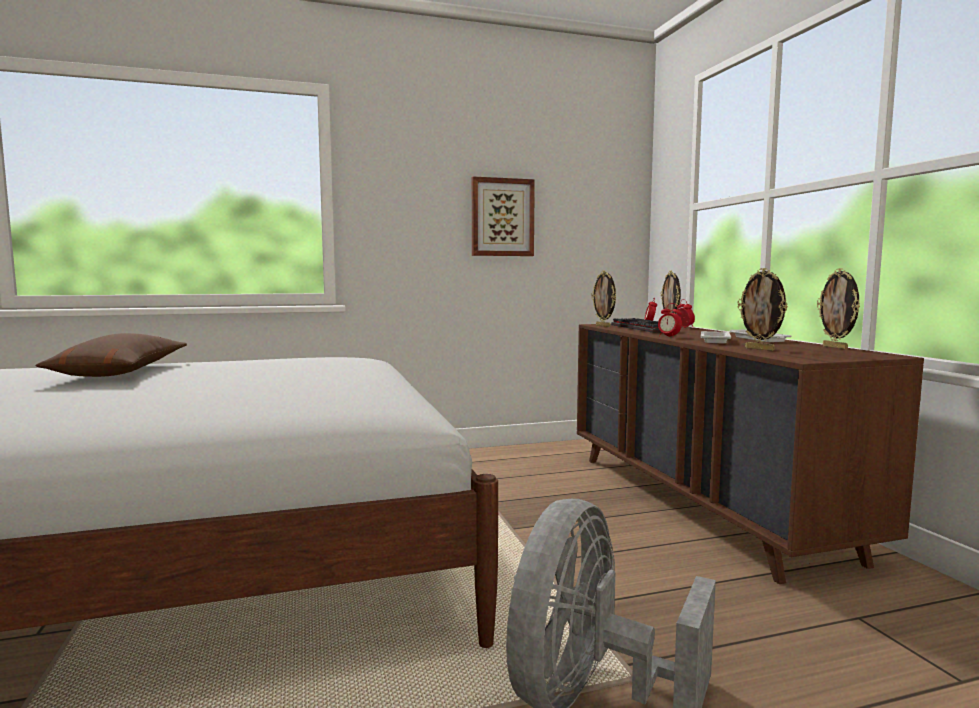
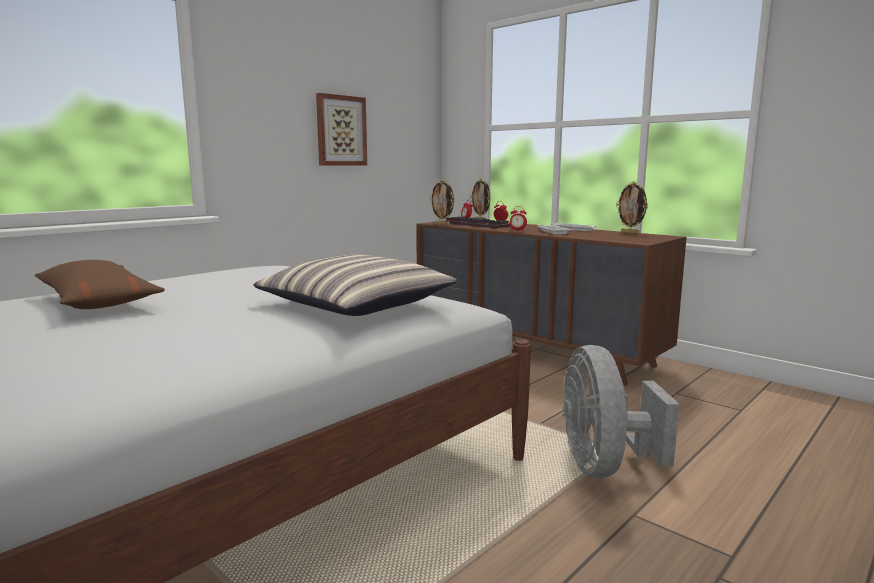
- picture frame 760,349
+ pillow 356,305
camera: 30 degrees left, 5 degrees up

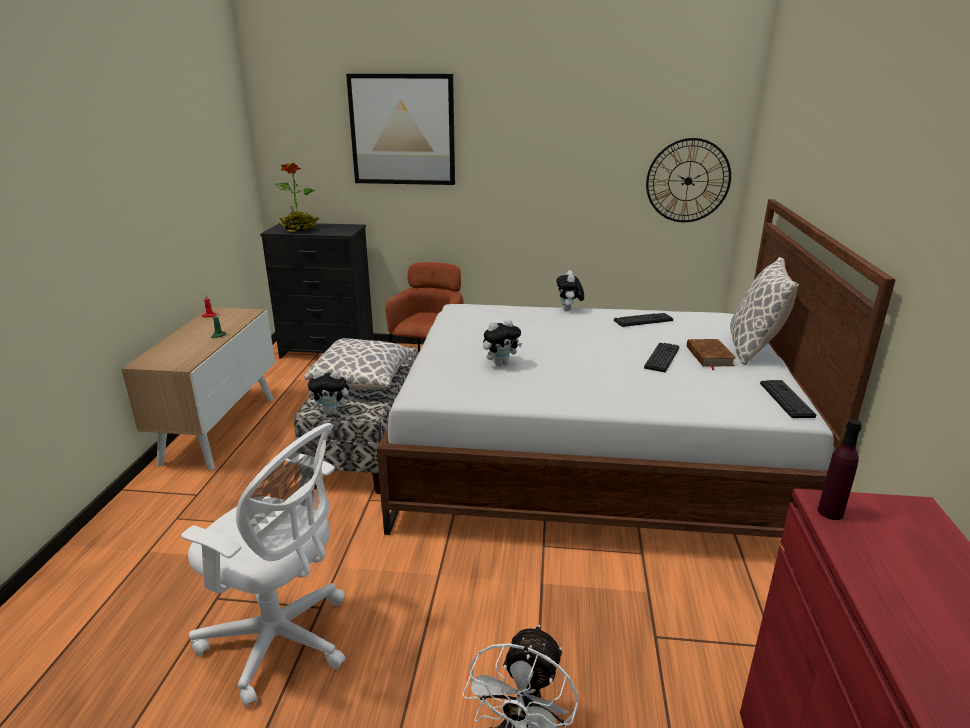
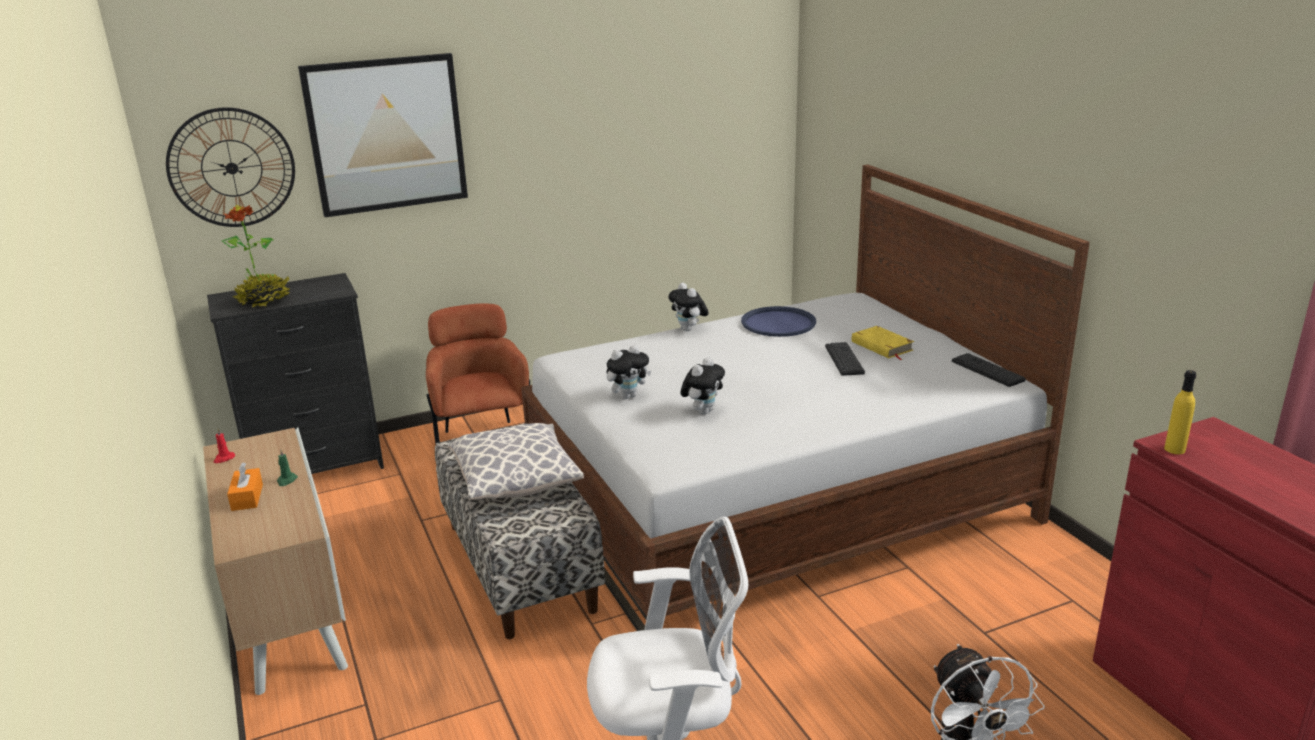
- pillow 754,349
+ orange tissue box 247,497
~ plush toy 332,412 to 628,396
~ wall clock 688,181 to 232,168
~ keyboard 643,320 to blue tray 778,323
~ brown book 709,356 to yellow book 882,346
~ purple bottle 830,512 to yellow bottle 1174,449
camera: 30 degrees left, 0 degrees up

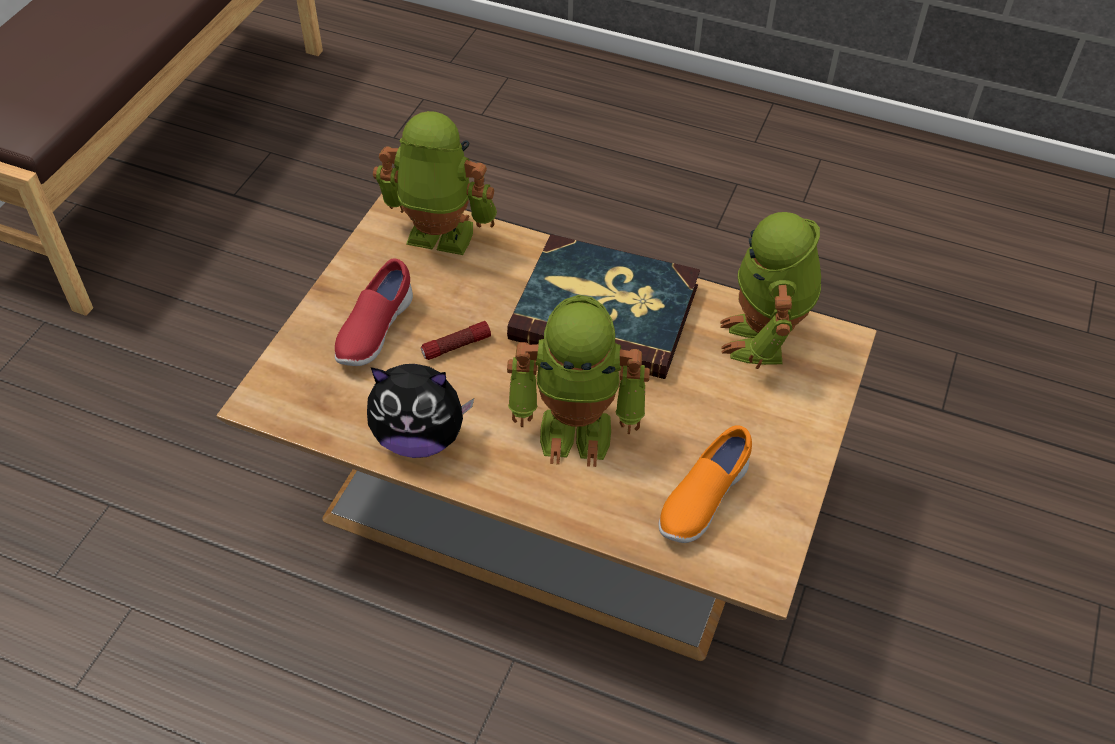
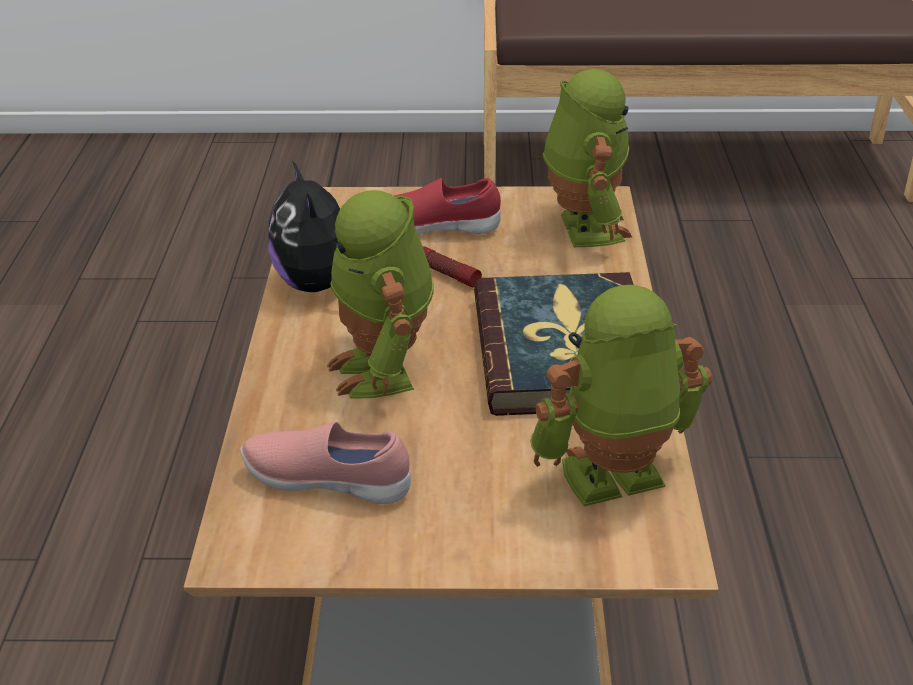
~ orange shoe 702,500 to pink shoe 328,481
camera: 70 degrees right, 15 degrees down

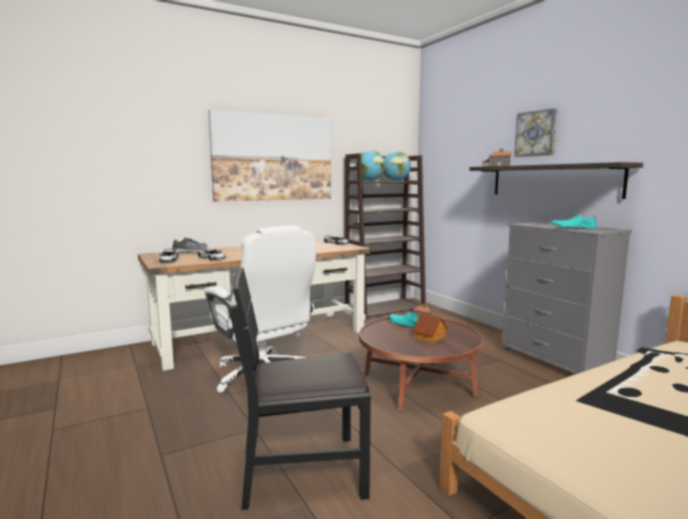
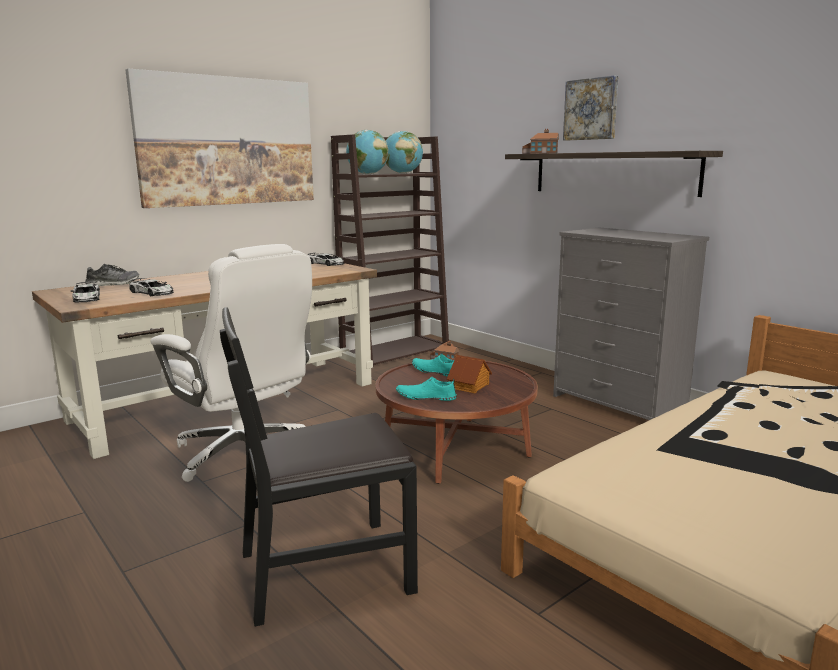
~ turquoise shoe 572,228 to 426,397
camera: 10 degrees left, 5 degrees up

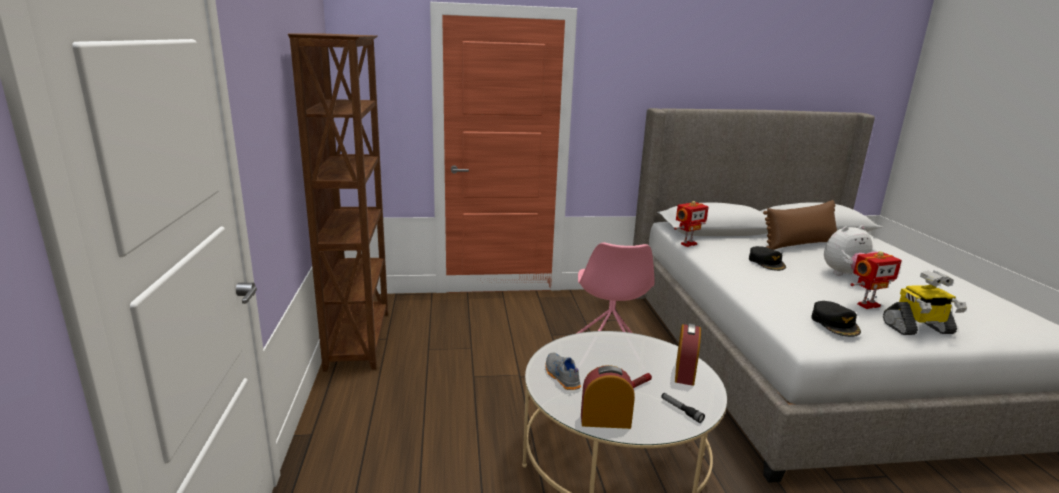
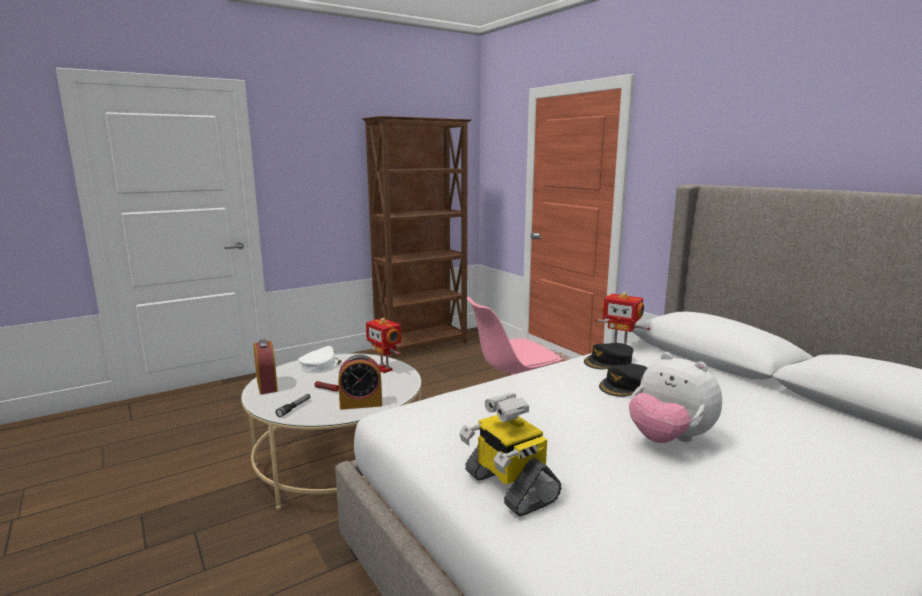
- brown pillow 800,244
~ black cap 835,323 to 608,361
~ toy robot 867,305 to 384,369
~ grey shoe 561,377 to white cap 321,365
camera: 65 degrees right, 5 degrees down

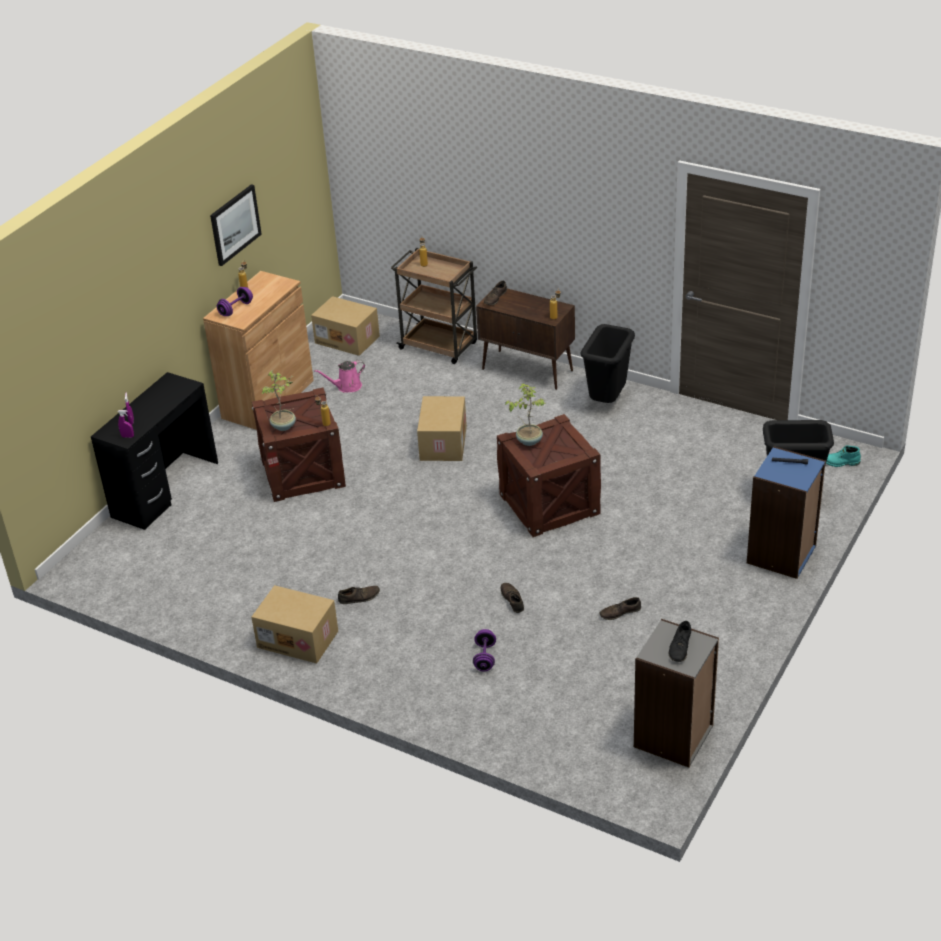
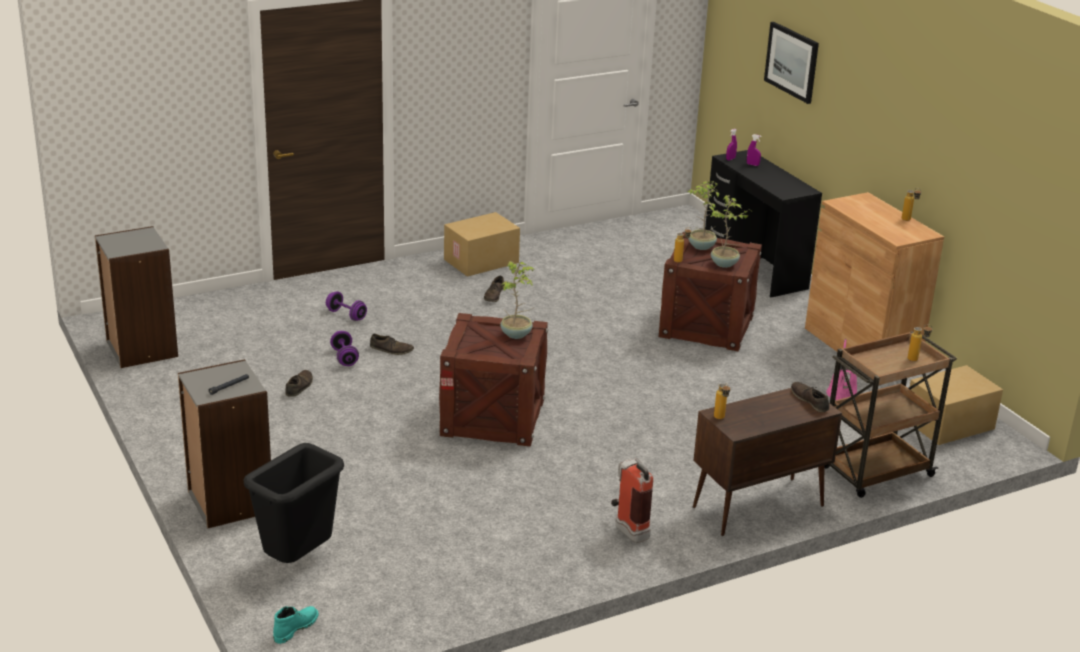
- cardboard box 442,442
- black shoe 680,647
+ potted plant 724,264
~ picture 235,224 to 792,62
~ purple dumbbell 236,309 to 344,357
~ black trash can 607,401 to fire extinguisher 627,529
~ blue bookcase 782,555 to grey bookcase 229,502
camera: 120 degrees right, 10 degrees down

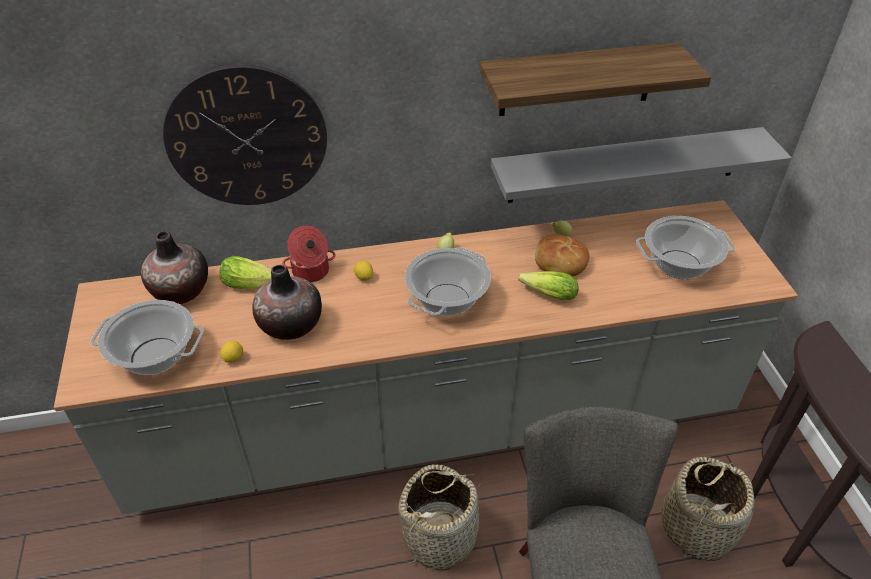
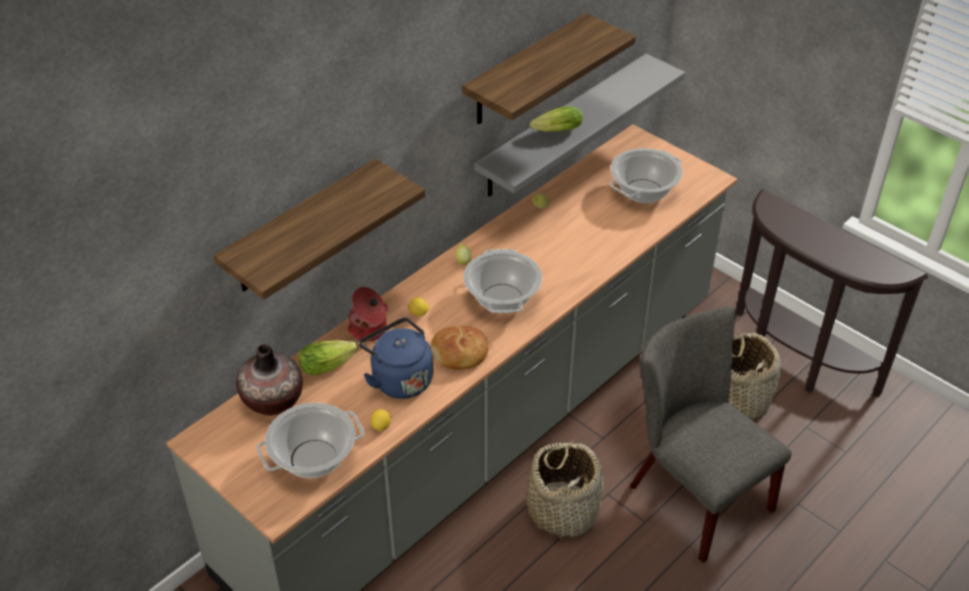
~ lettuce 546,294 to 555,131
~ bread 560,263 to 460,354
~ wall clock 247,138 to shelf 301,228
~ vase 290,325 to blue kettle 399,379
camera: 35 degrees left, 0 degrees up

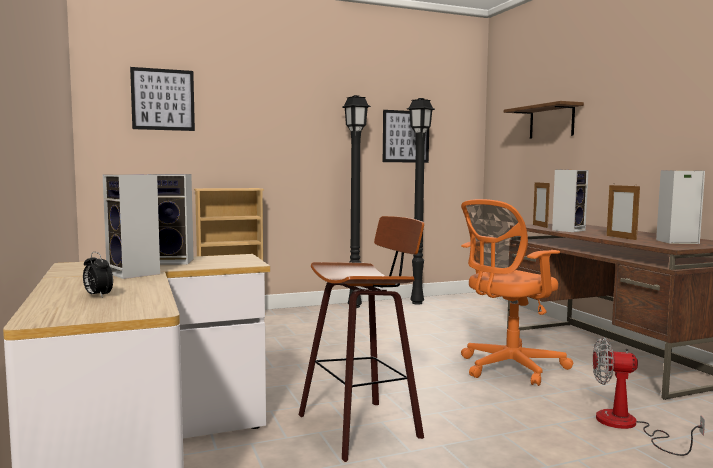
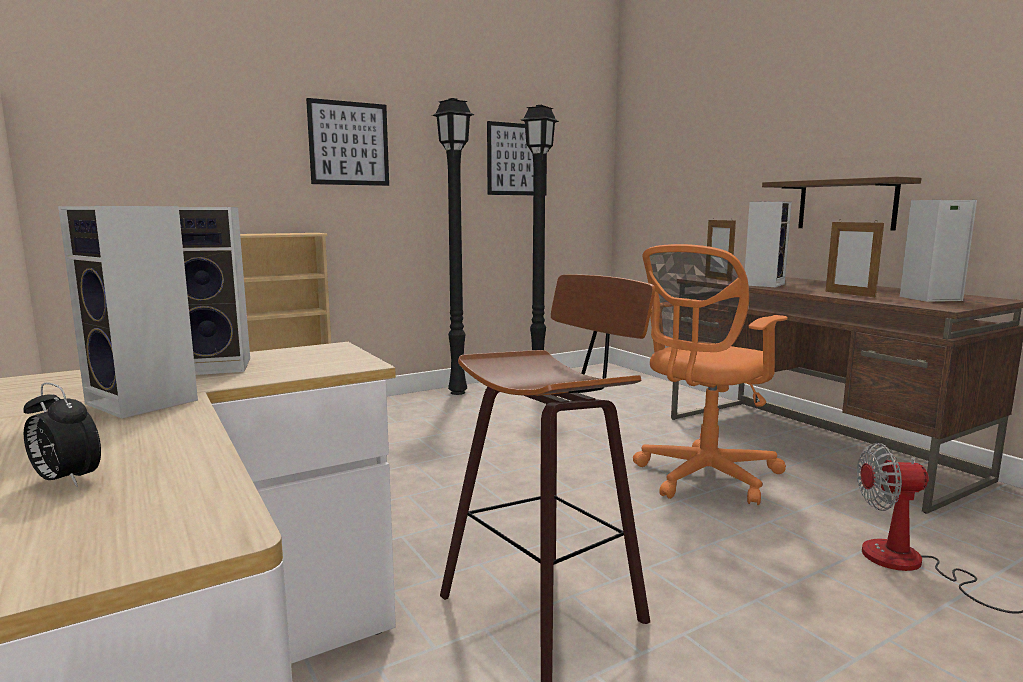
~ picture 163,99 to 349,143
~ shelf 551,121 to 846,205
camera: 10 degrees left, 5 degrees up

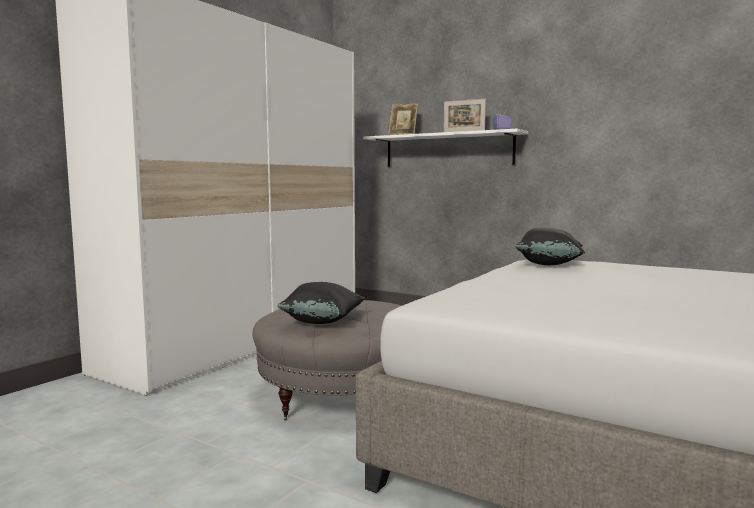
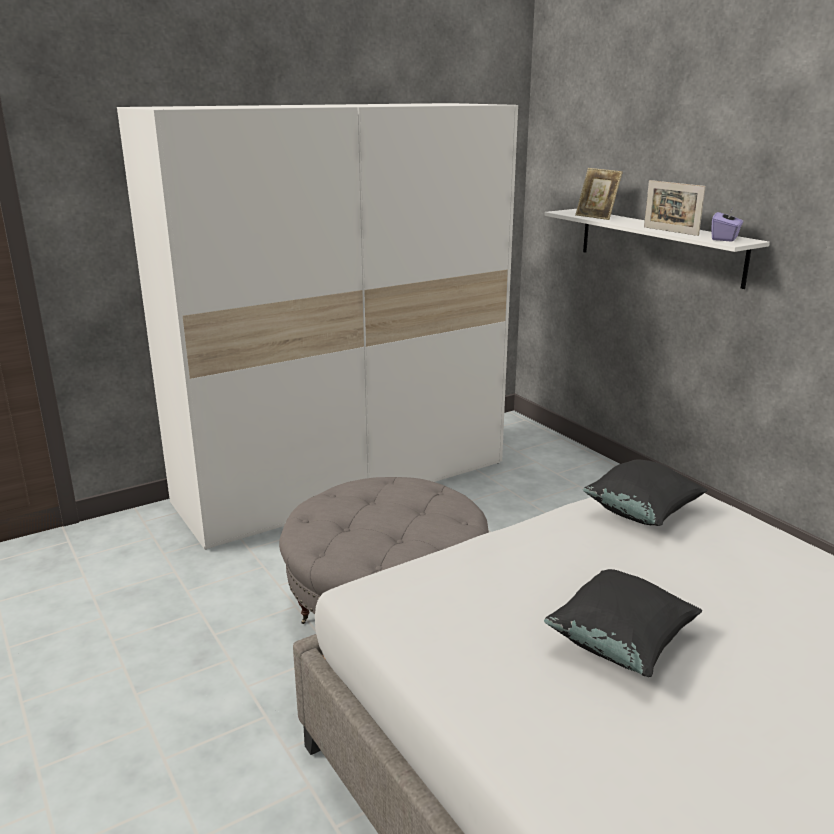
~ black pillow 323,322 to 619,644
camera: 25 degrees right, 15 degrees up

